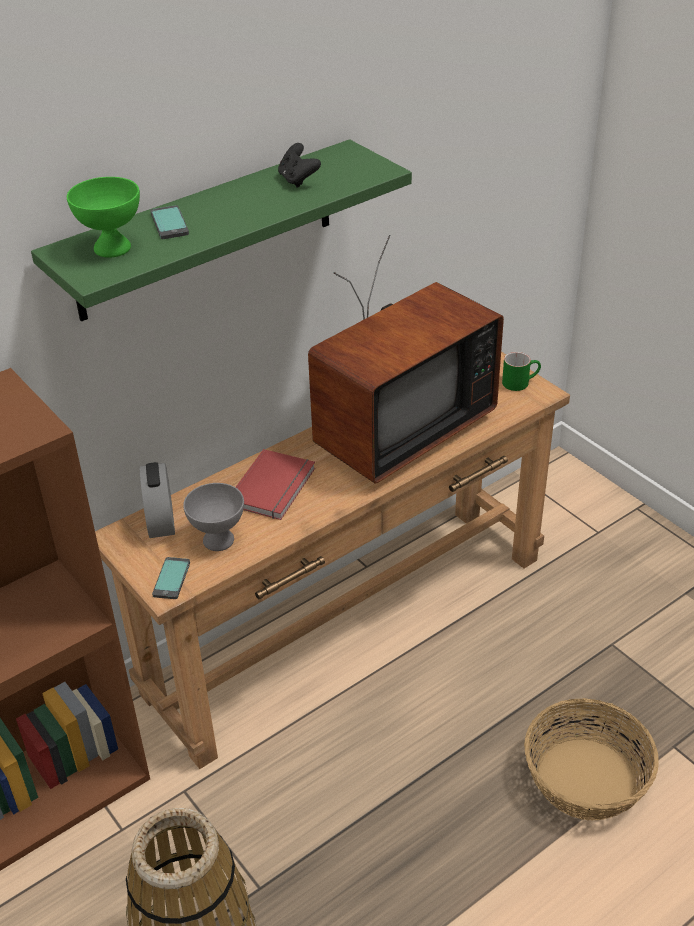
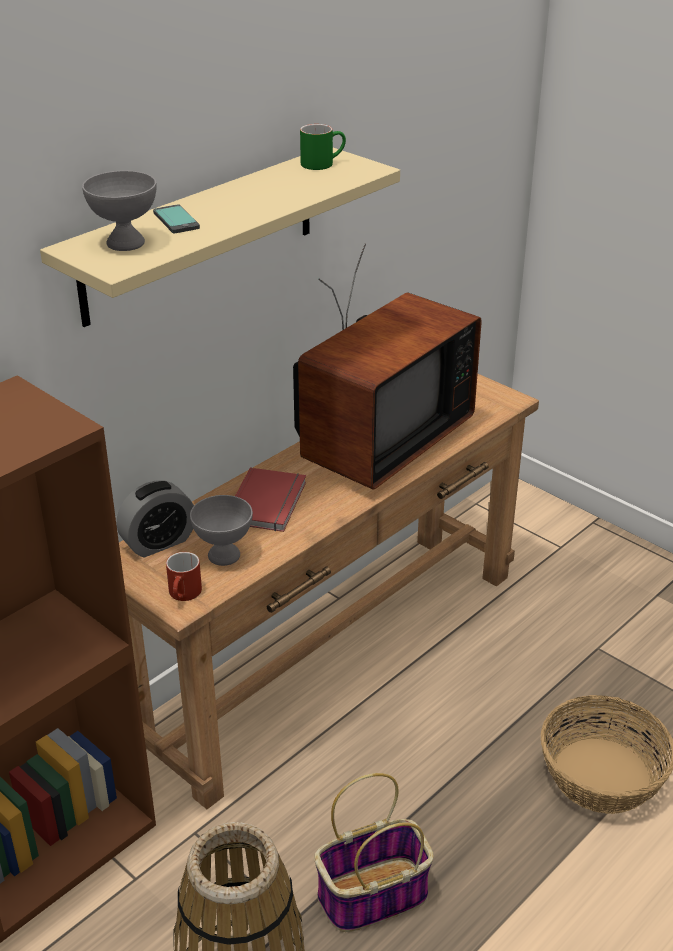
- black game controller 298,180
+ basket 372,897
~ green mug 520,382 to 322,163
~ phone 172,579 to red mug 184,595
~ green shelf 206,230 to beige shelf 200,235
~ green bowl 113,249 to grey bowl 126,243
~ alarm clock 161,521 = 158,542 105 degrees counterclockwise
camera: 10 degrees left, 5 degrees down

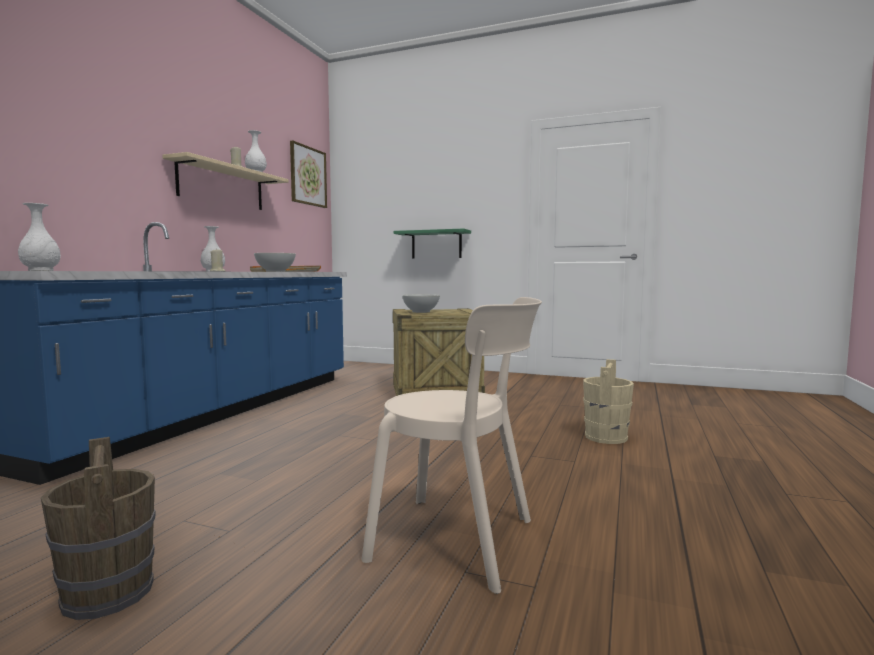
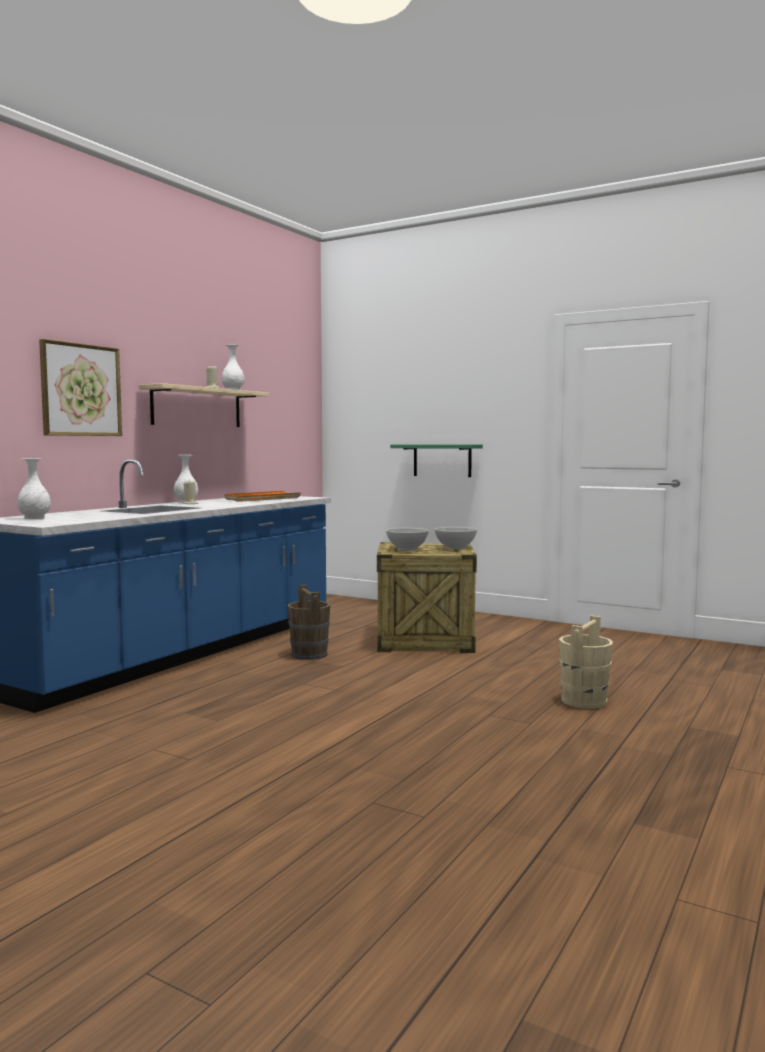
- beige chair 461,541
~ brown bucket 108,592 to 309,654
~ white bowl 275,271 to 455,548
~ picture 308,176 to 81,390
camera: 10 degrees right, 0 degrees up

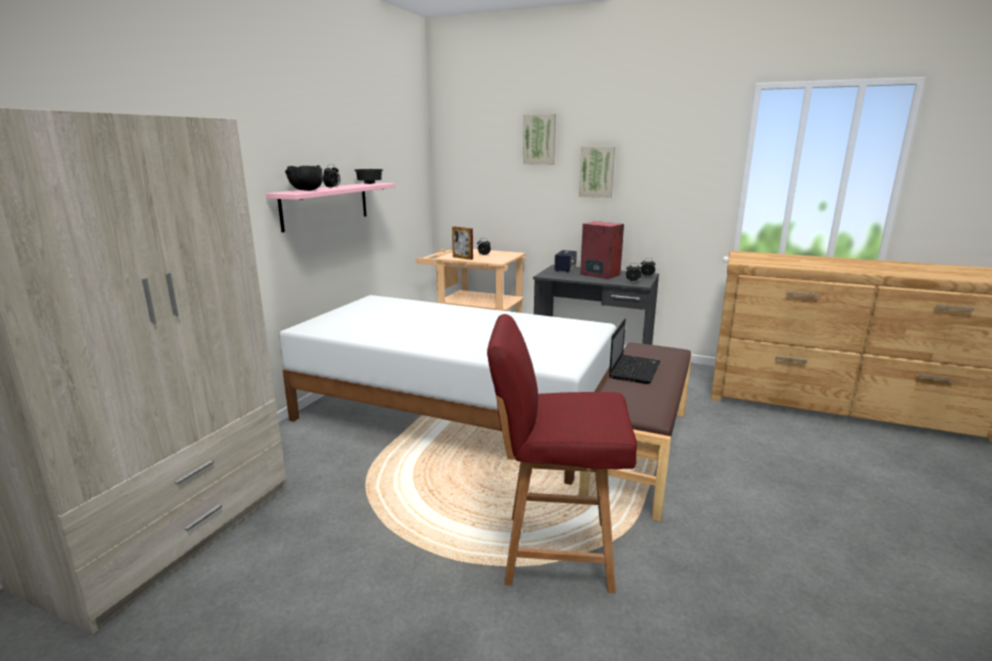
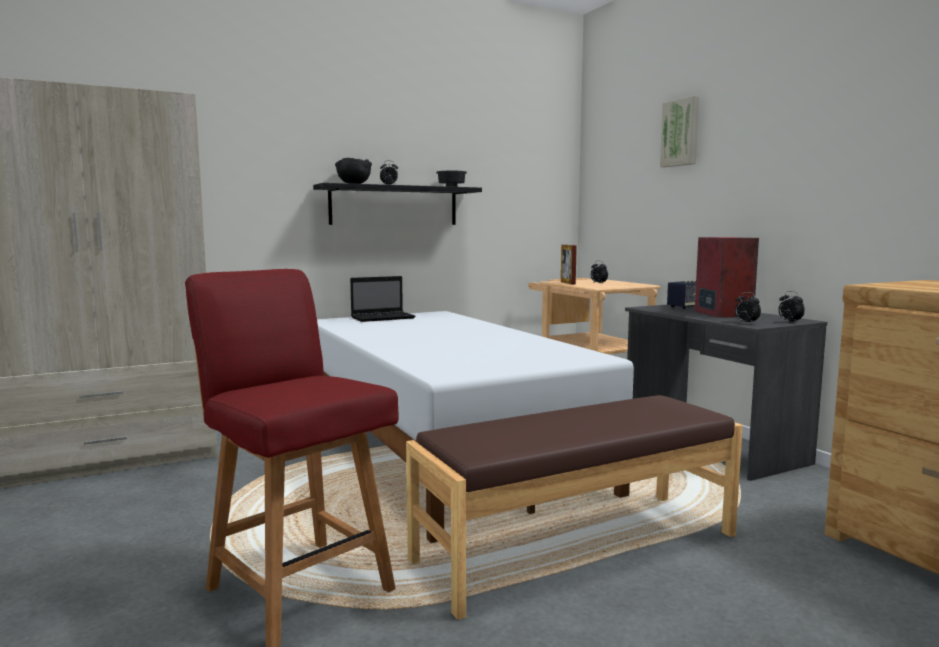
- picture 597,172
~ laptop 634,369 to 384,318
~ pink shelf 326,205 to black shelf 394,205
camera: 40 degrees right, 10 degrees down

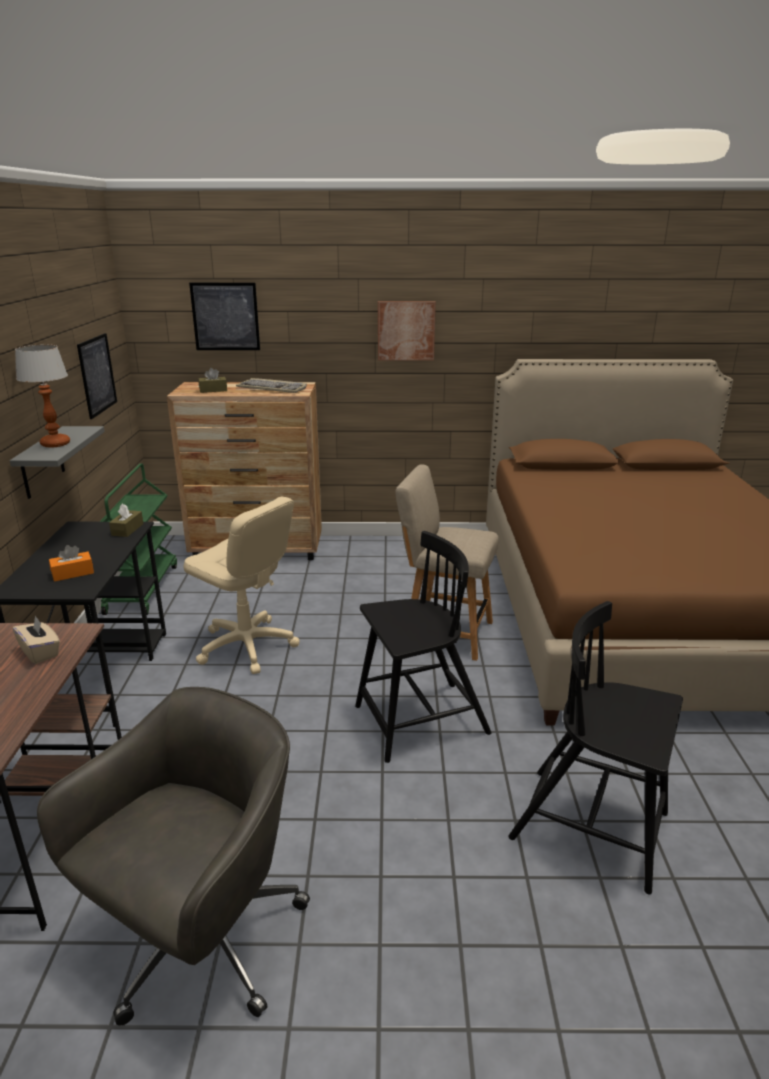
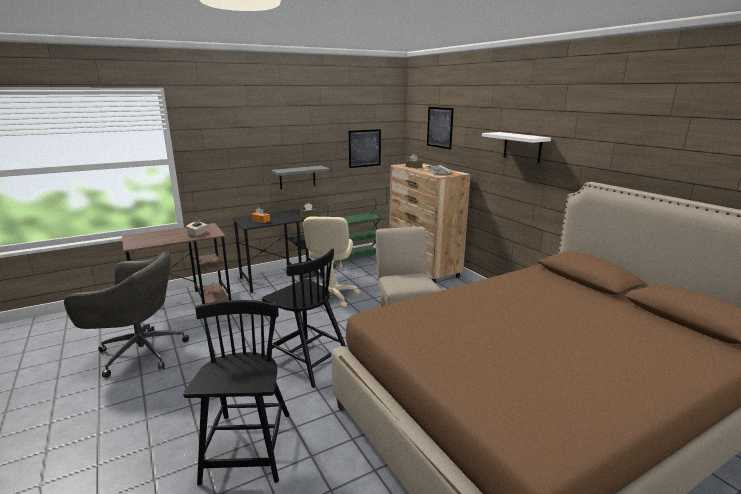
- table lamp 55,444
~ picture 406,330 to white shelf 522,147
camera: 60 degrees right, 5 degrees down

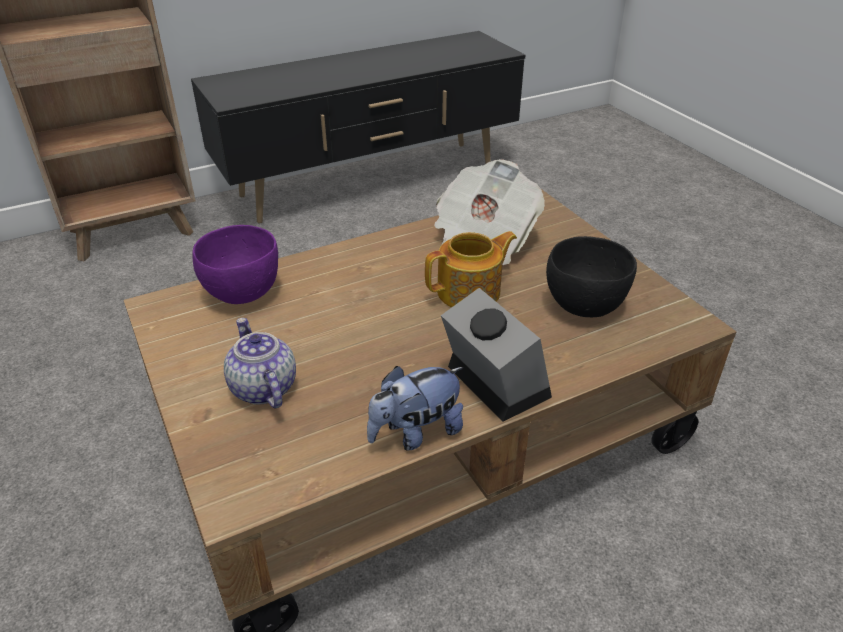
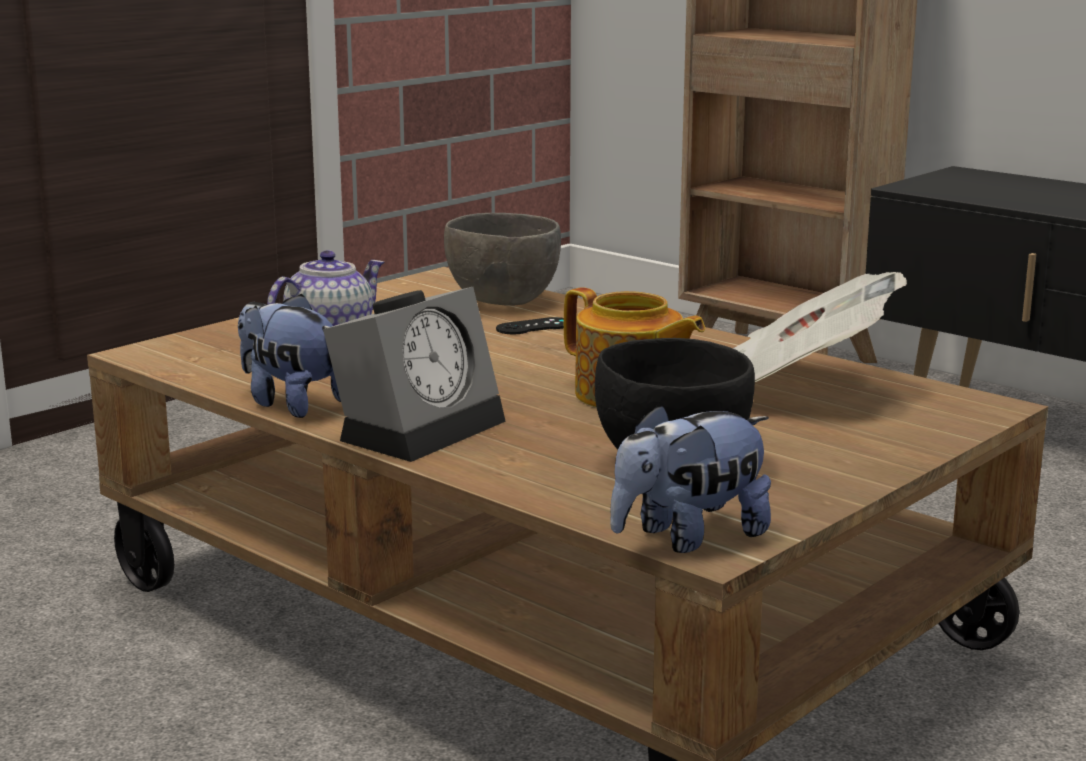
+ black game controller 533,327
+ plush toy 689,537
~ purple bowl 242,294 to grey bowl 501,301
camera: 70 degrees right, 20 degrees down

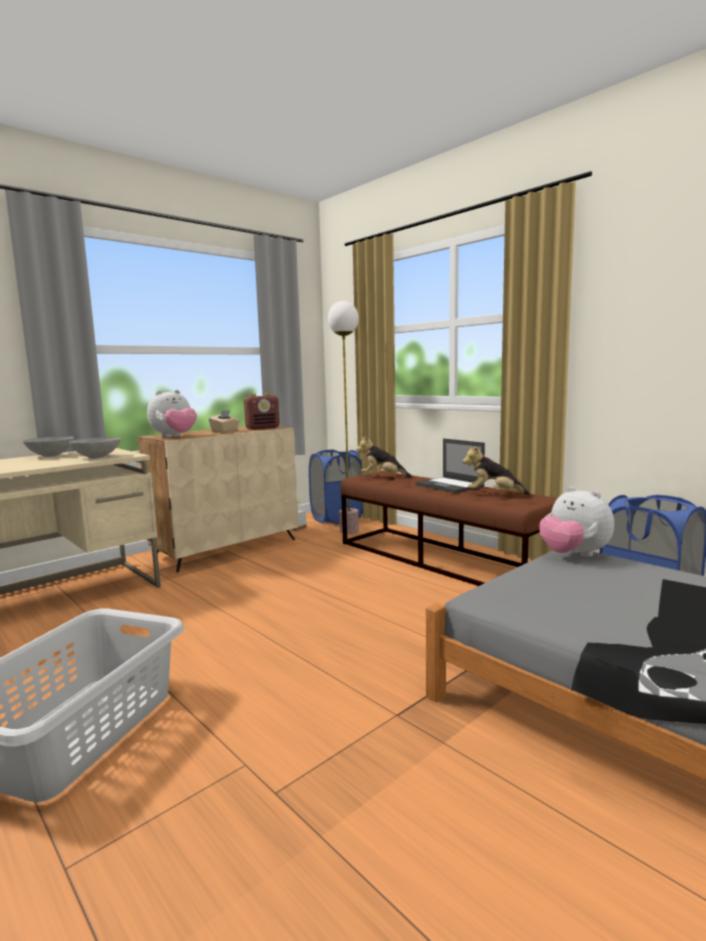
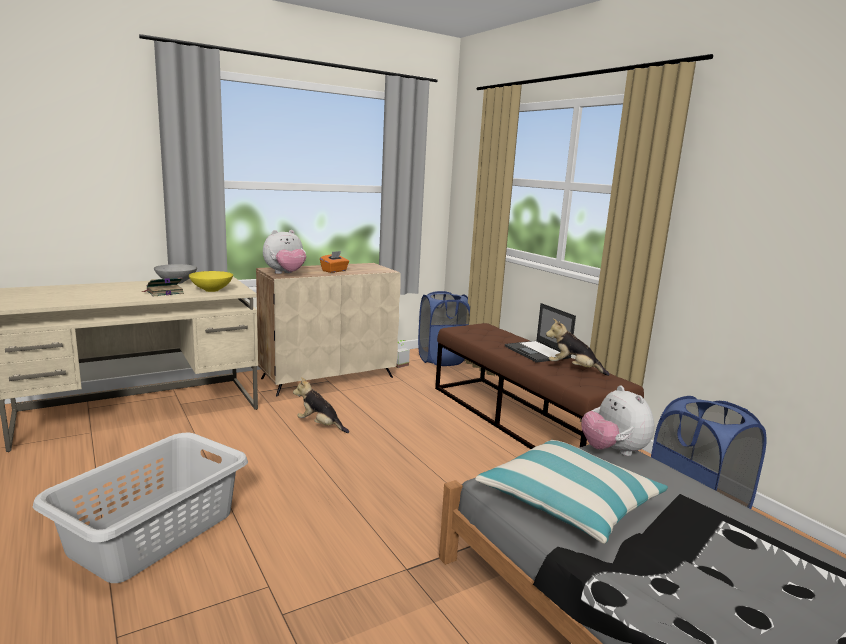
- radio 263,428
- floor lamp 349,530
+ book 164,292
+ pillow 569,503
~ plush toy 382,477 to 320,425
~ grey bowl 96,457 to yellow bowl 211,290
~ beige tissue box 225,431 to orange tissue box 334,271
camera: 10 degrees right, 5 degrees up

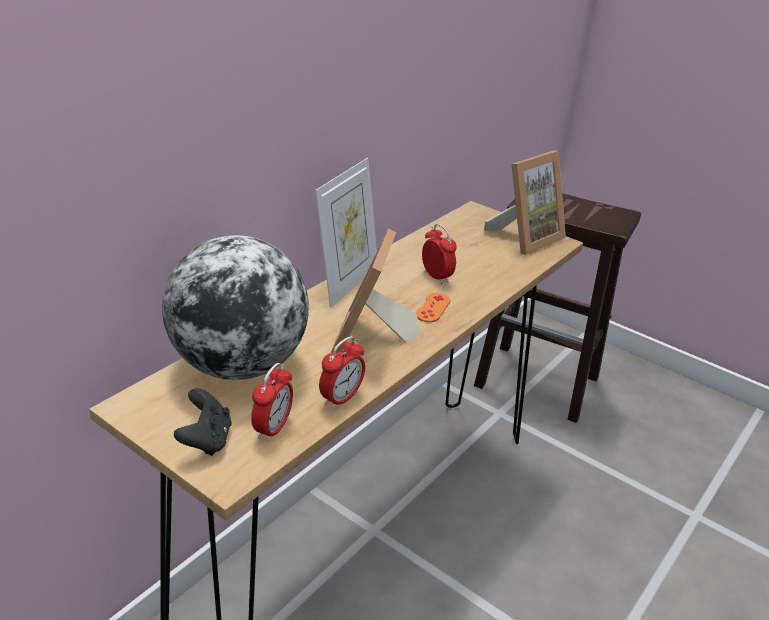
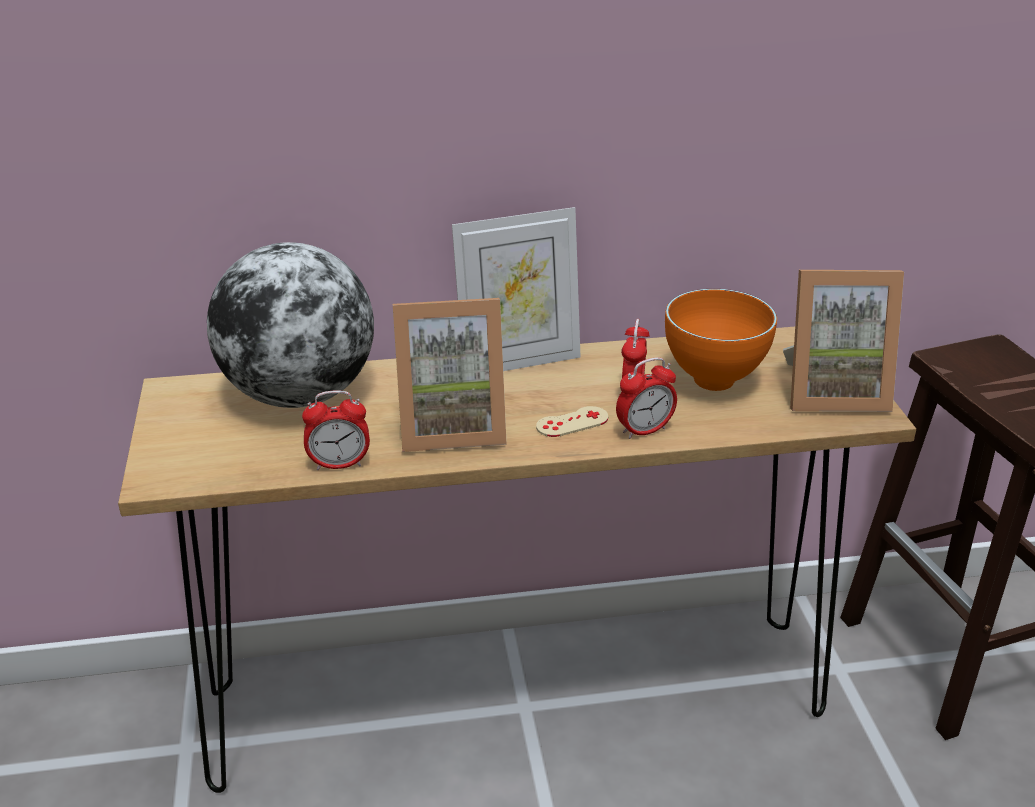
- black game controller 206,440
+ orange bowl 716,382
~ alarm clock 273,428 to 644,430
~ orange game controller 432,307 to beige game controller 572,422
~ picture frame 370,341 = 450,426 150 degrees counterclockwise
camera: 45 degrees right, 0 degrees up

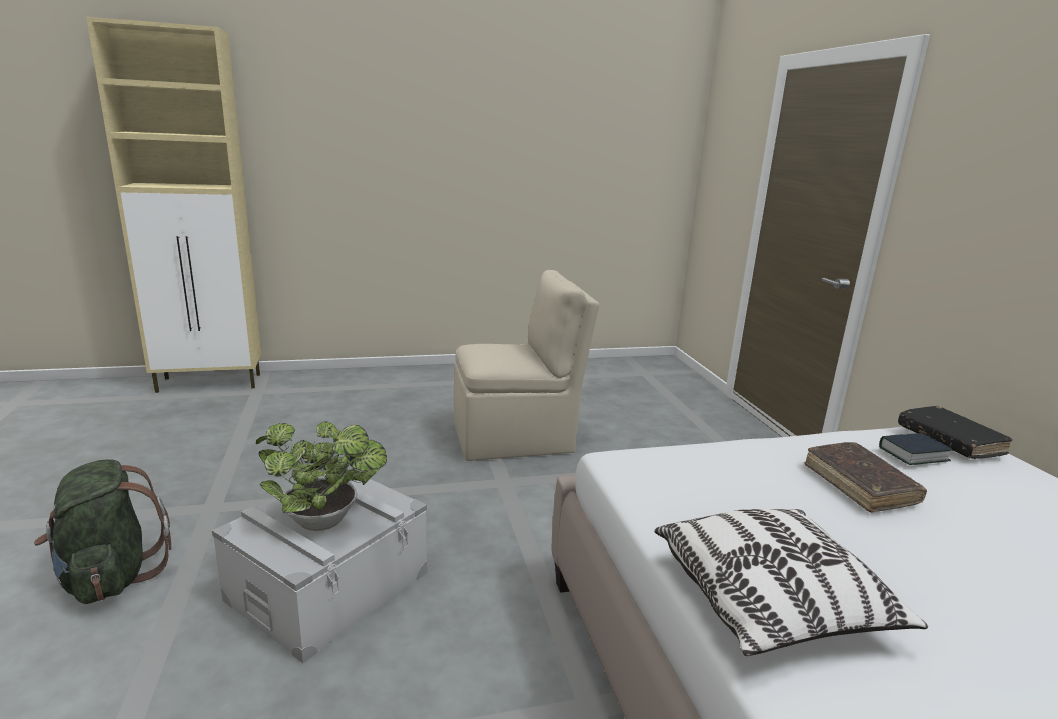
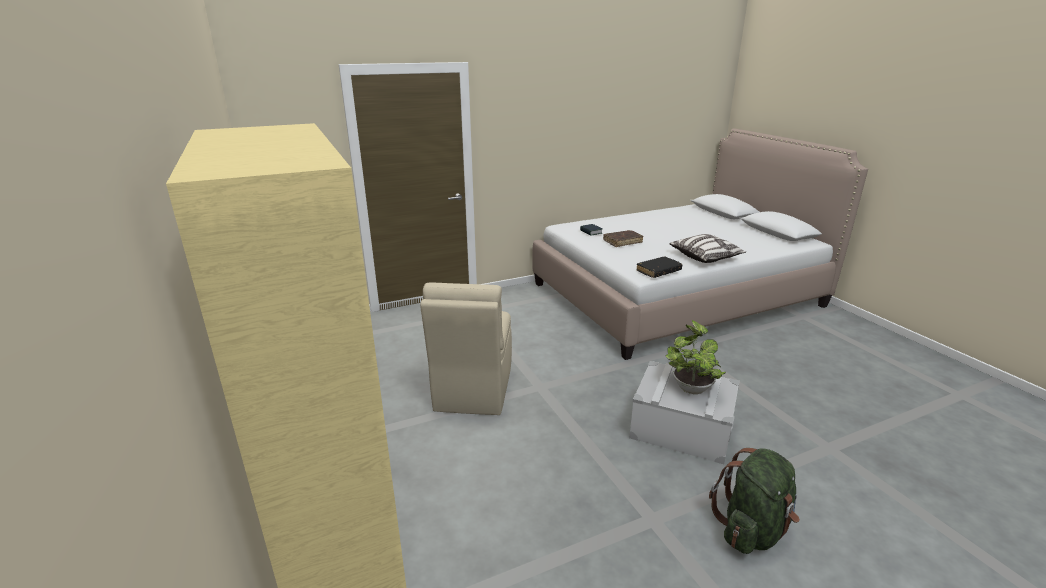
~ black book 949,441 to 658,271
~ beige chair 516,438 = 473,390 150 degrees counterclockwise
camera: 100 degrees left, 5 degrees up

